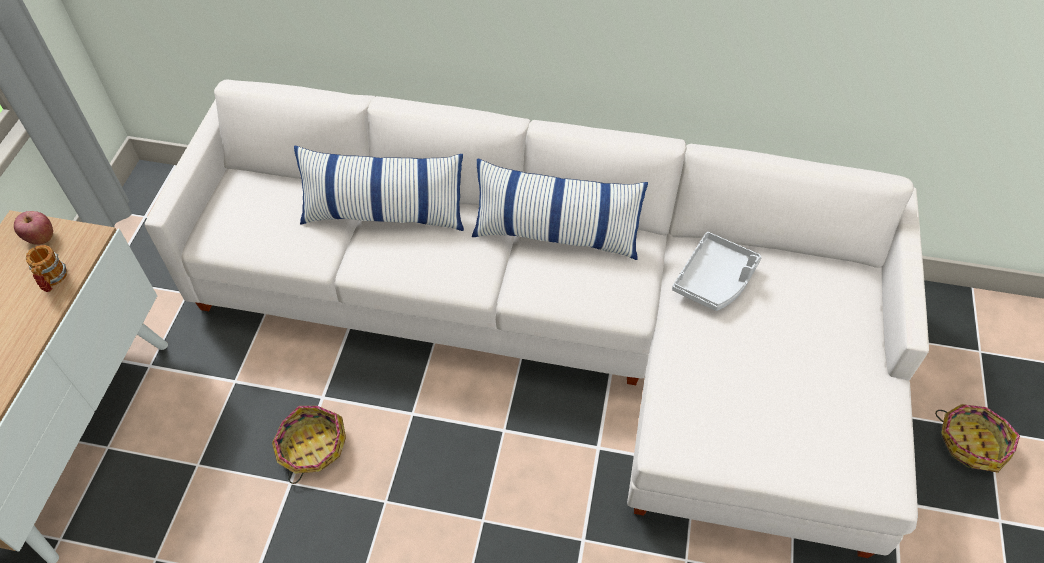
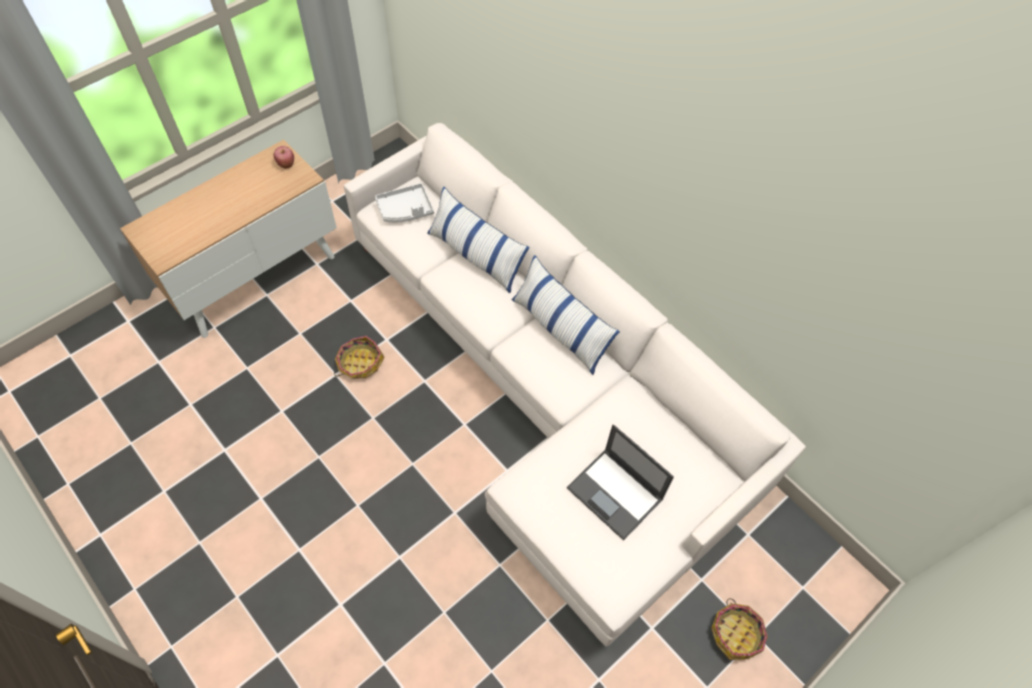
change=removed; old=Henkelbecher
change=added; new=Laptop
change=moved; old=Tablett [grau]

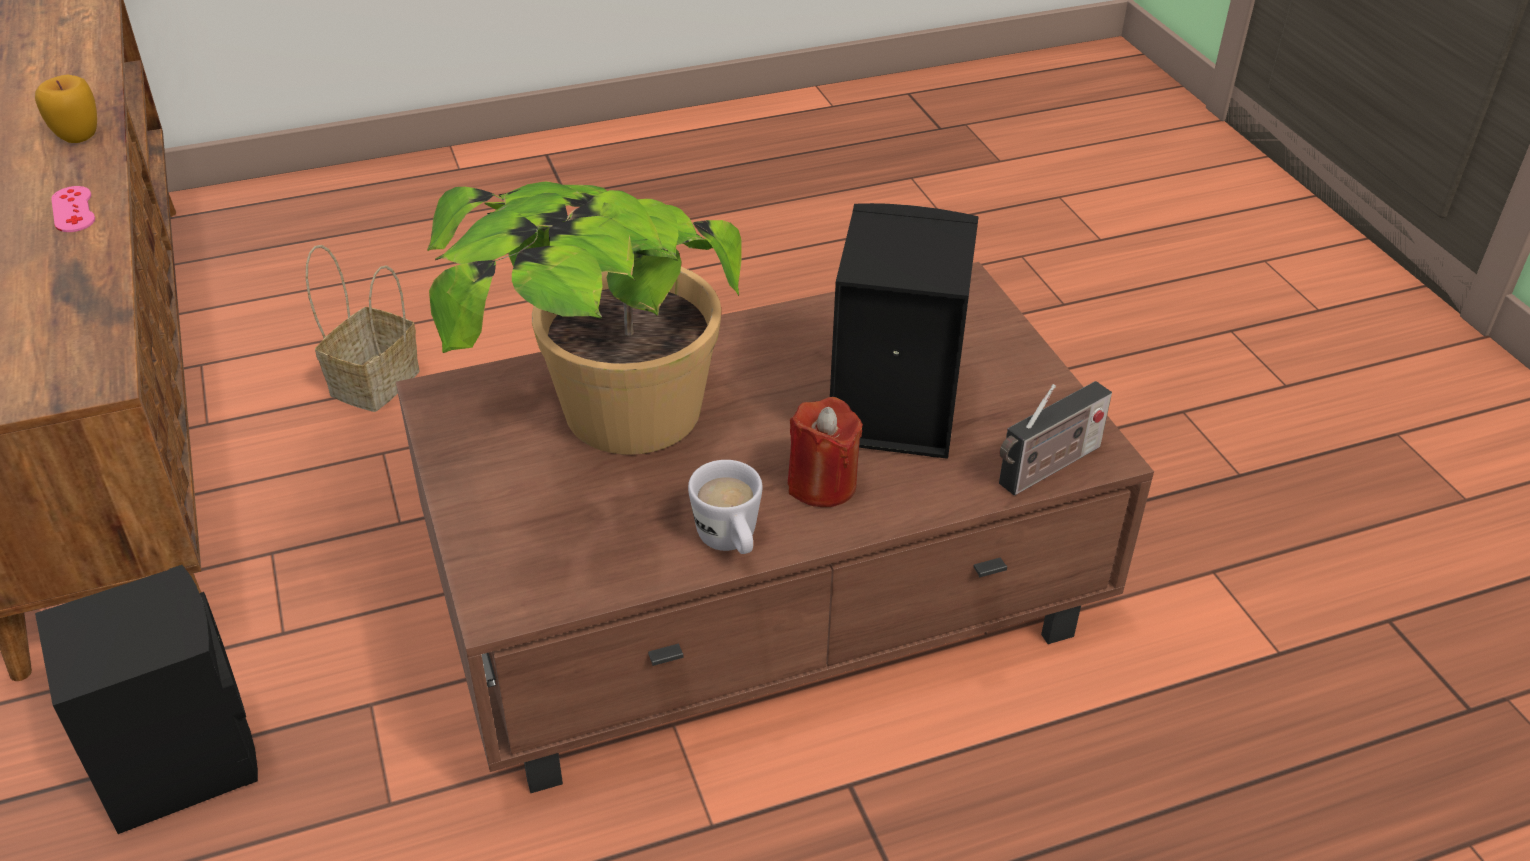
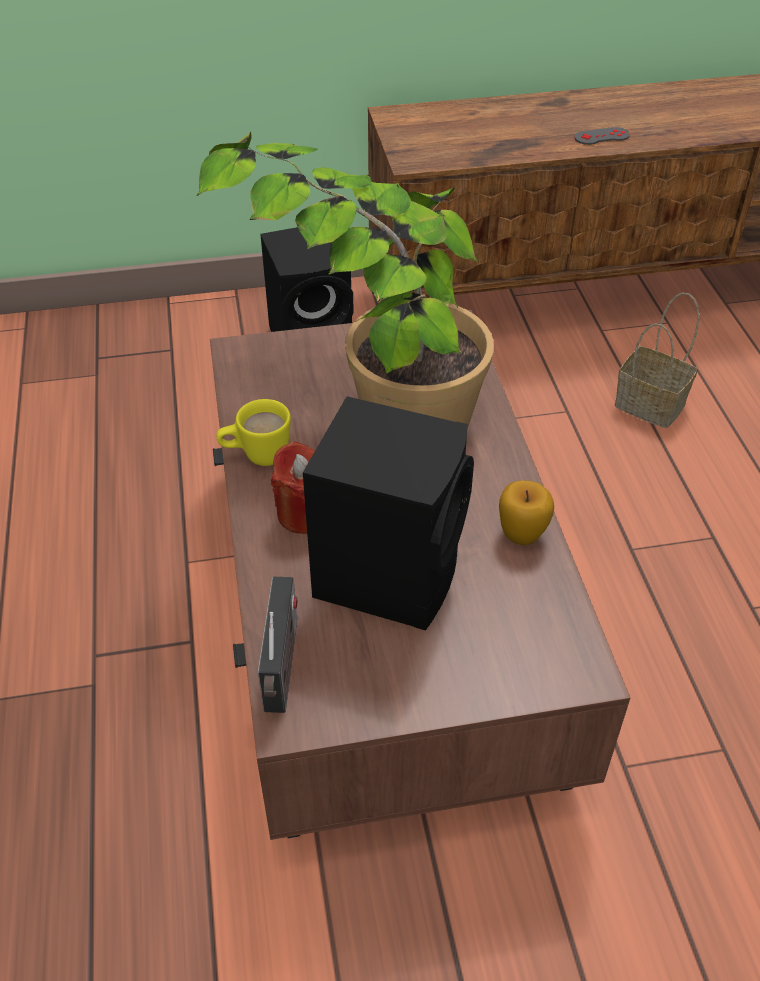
change=moved; old=Apfel
change=recoloured; old=Gamepad [rosa]; new=Gamepad [grau]
change=recoloured; old=Henkelbecher [weiß]; new=Henkelbecher [gelb]
change=turned; old=Radio; degrees=-150

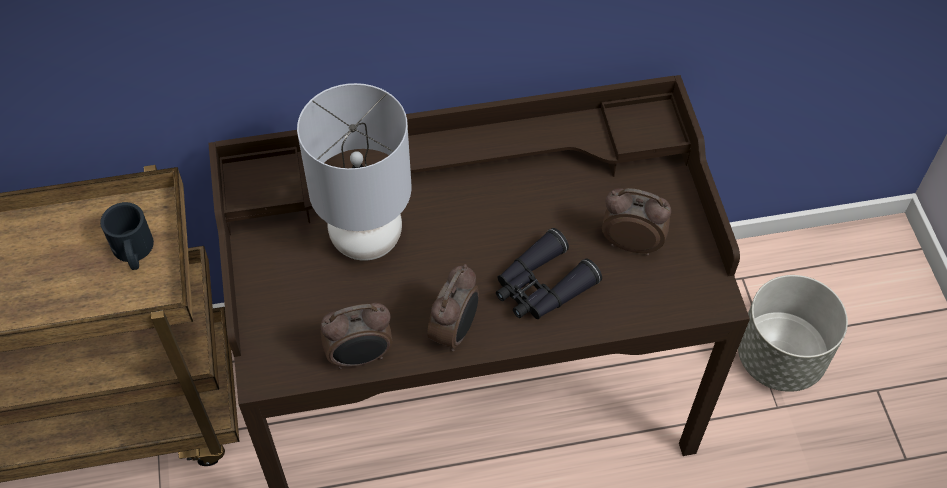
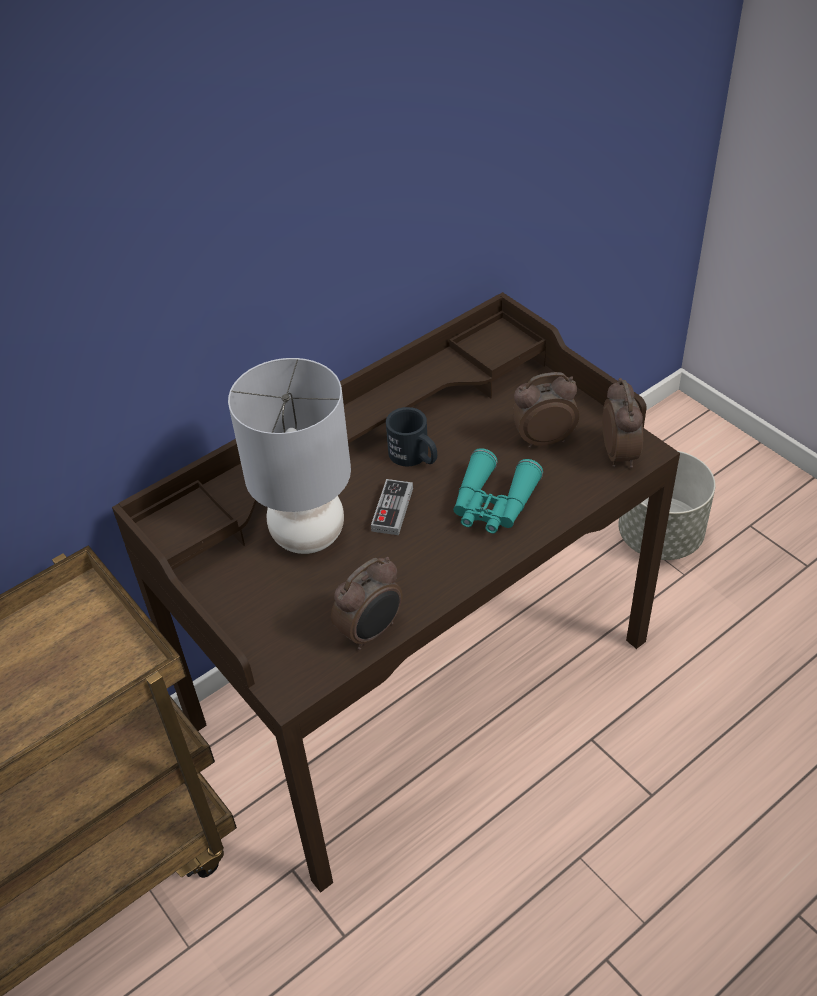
change=added; new=Gamepad
change=moved; old=Henkelbecher [schwarz]
change=moved; old=Wecker (2nd from left in the first image); new=Wecker (3rd from left)
change=recoloured; old=Fernglas [schwarz]; new=Fernglas [türkis]

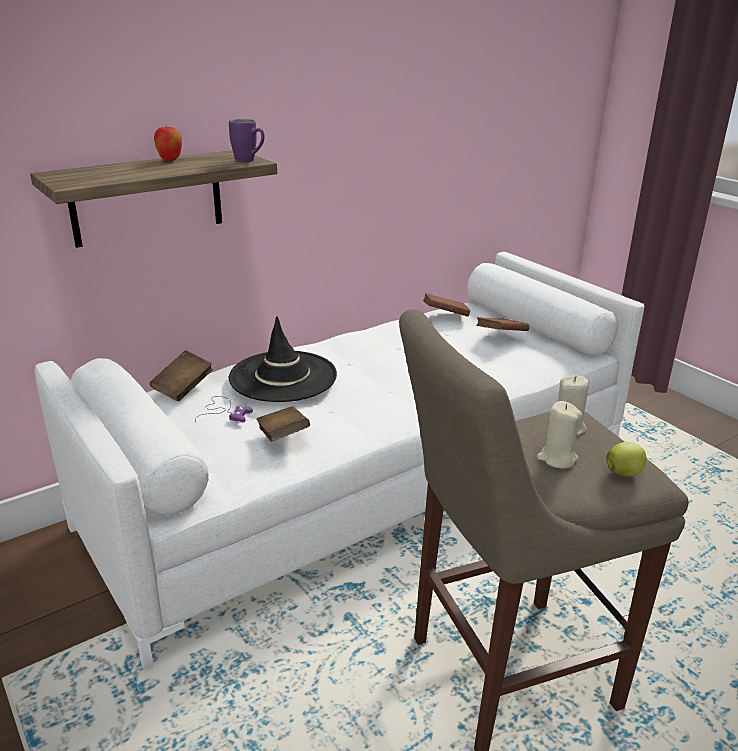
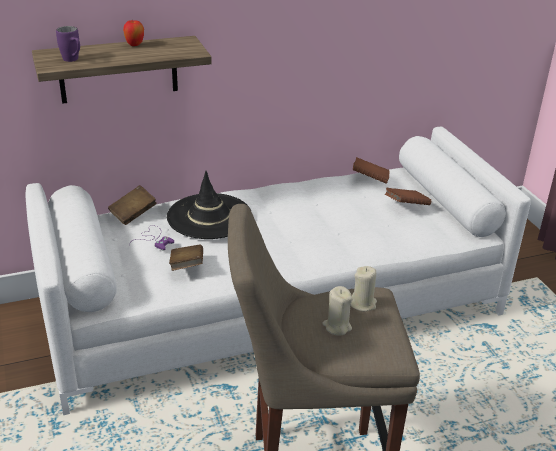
change=removed; old=Apfel (2nd from left)
change=moved; old=Henkelbecher [lila]

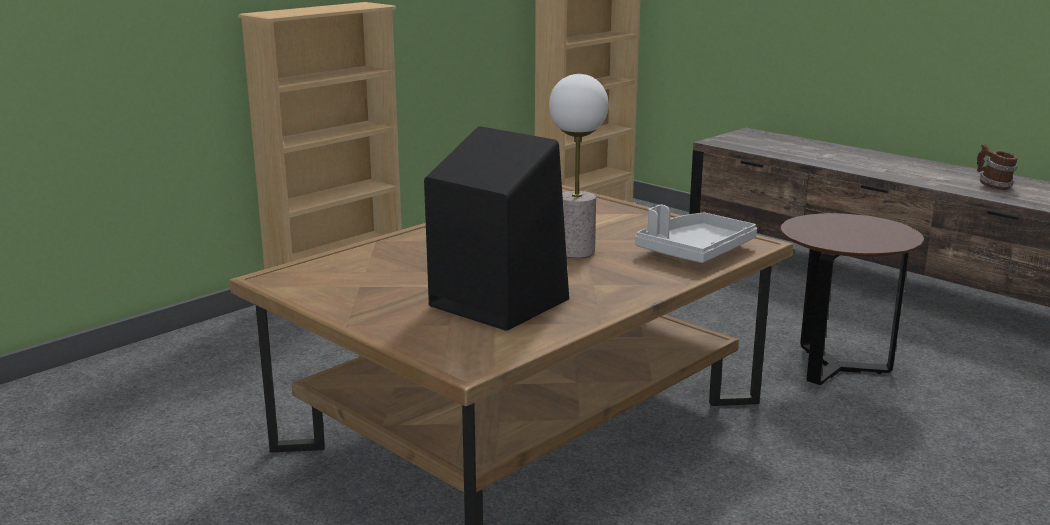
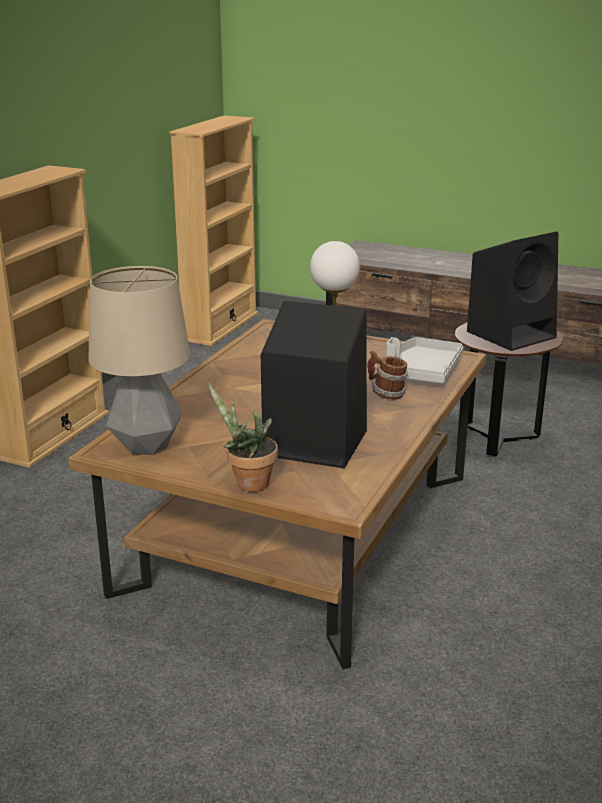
change=added; new=Tischlampe (1st from left)
change=added; new=Topfpflanze
change=added; new=Lautsprecher [schwarz] (2nd from left)
change=moved; old=Henkelbecher

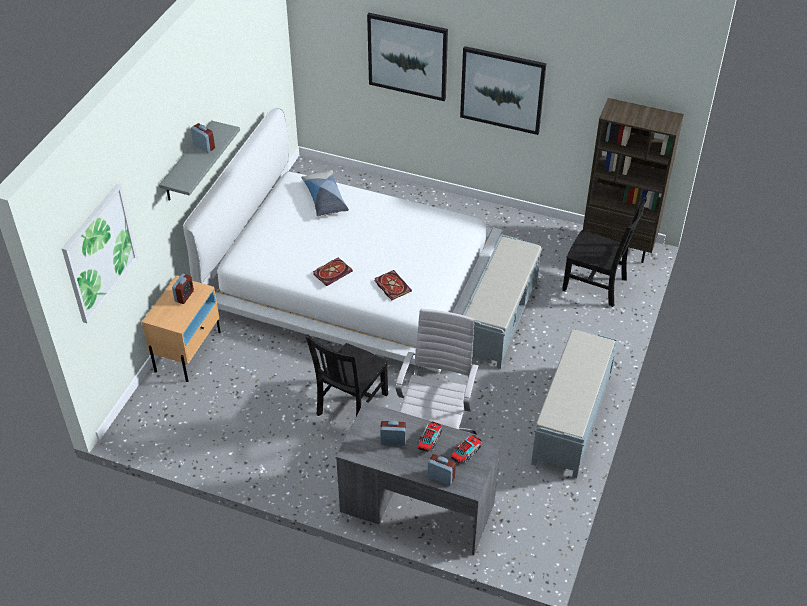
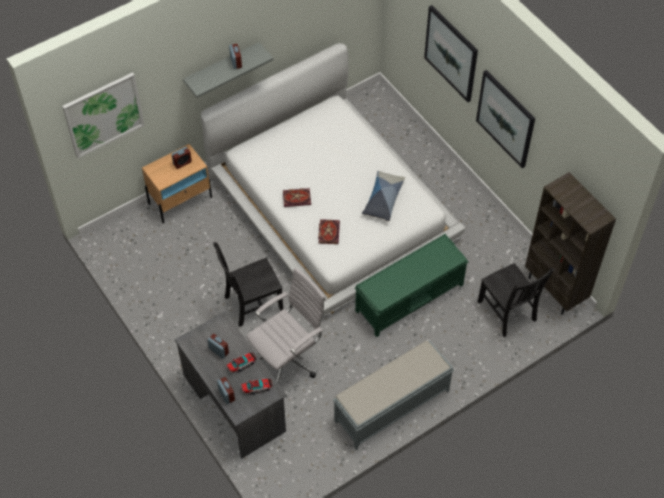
change=moved; old=Kissen
change=recoloured; old=Bank [grau] (1st from left); new=Bank [grün]

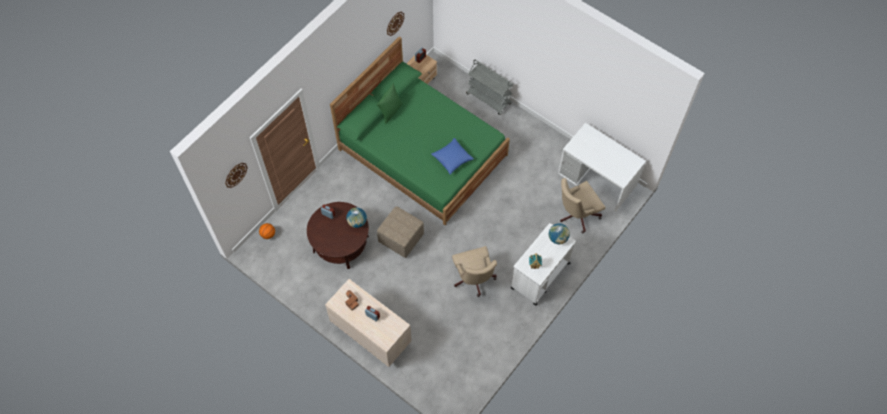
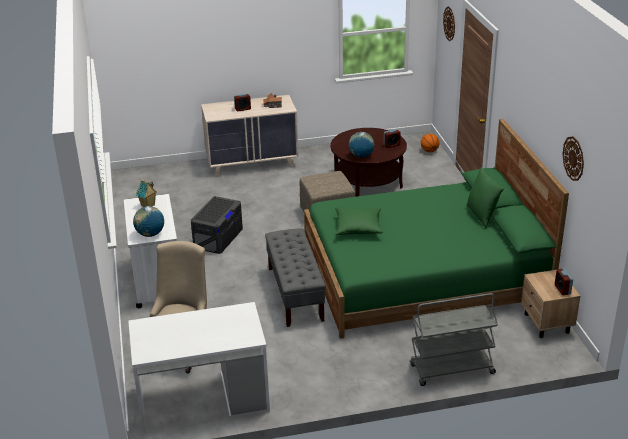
change=added; new=Bank [grau]
change=replaced; old=Bürostuhl [beige] (1st from left); new=Aufbewahrungsbox [grau]
change=recoloured; old=Kissen [blau]; new=Kissen [grün] (1st from left)

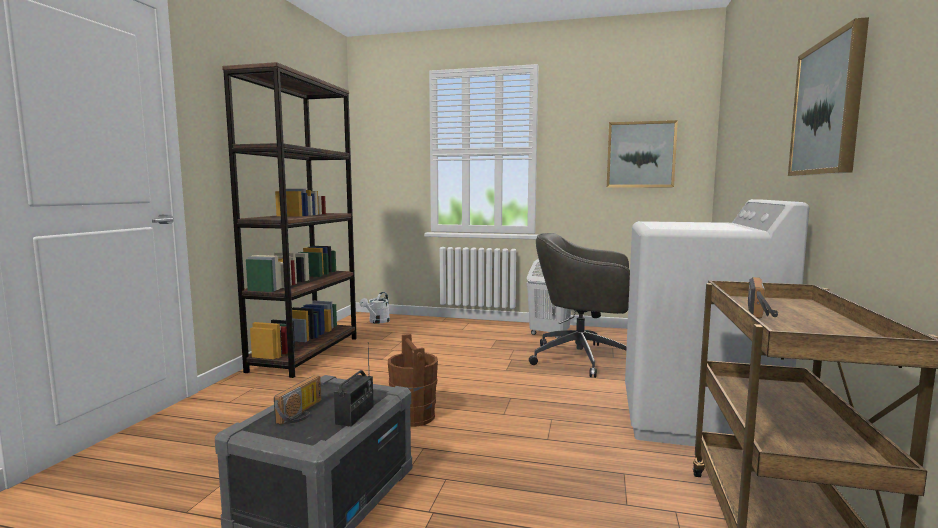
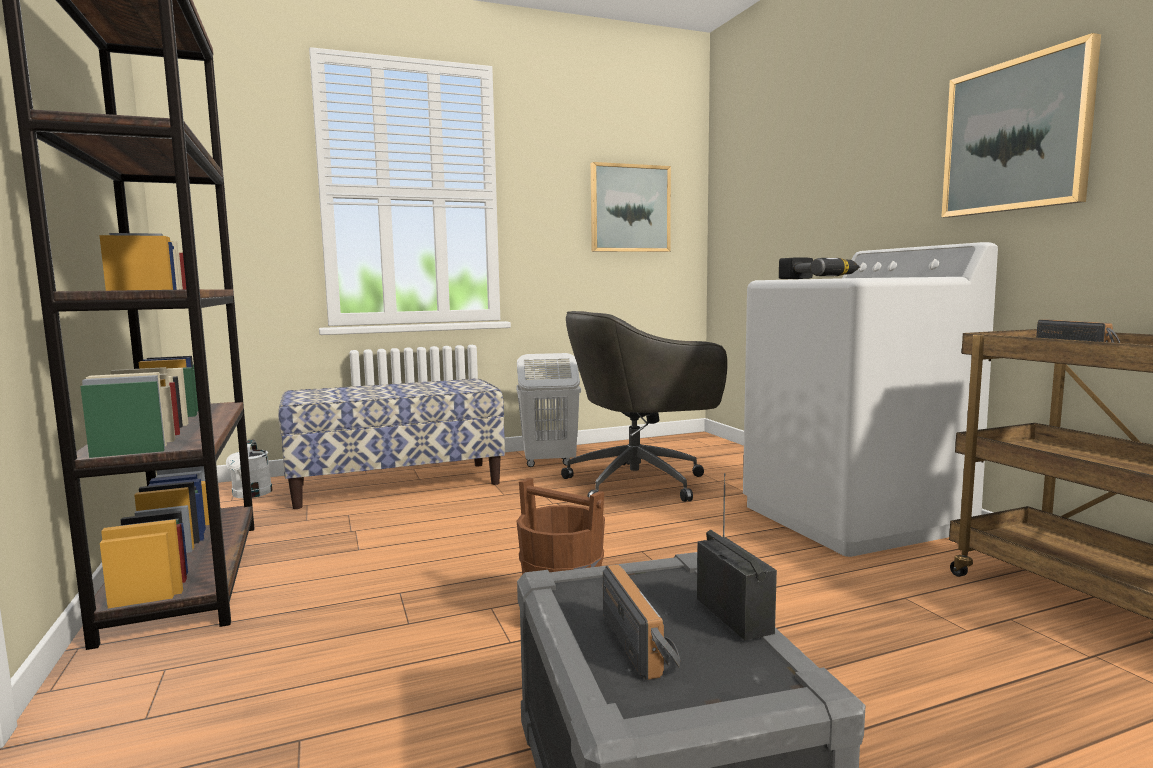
change=added; new=Bank
change=added; new=Bohrmaschine

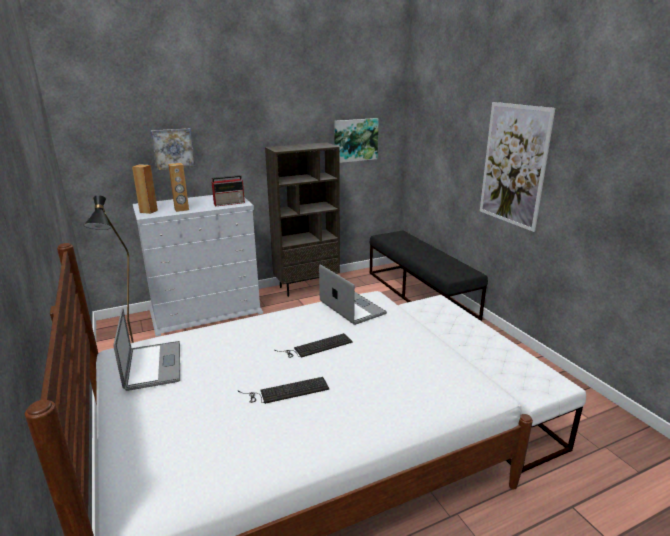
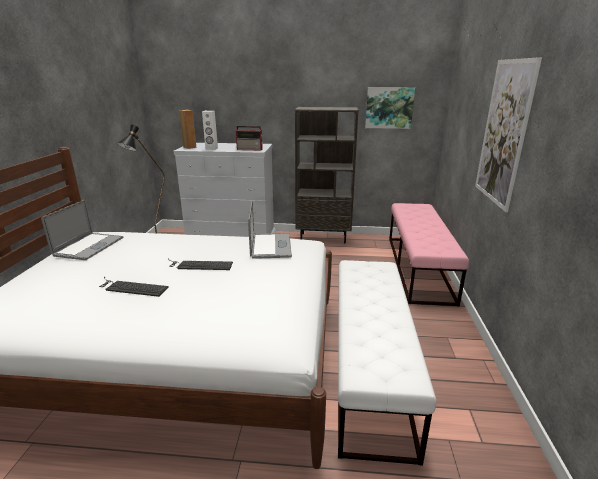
change=removed; old=Bild (1st from left)
change=recoloured; old=Lautsprecher [braun] (2nd from left); new=Lautsprecher [weiß]
change=recoloured; old=Bank [schwarz]; new=Bank [rosa]

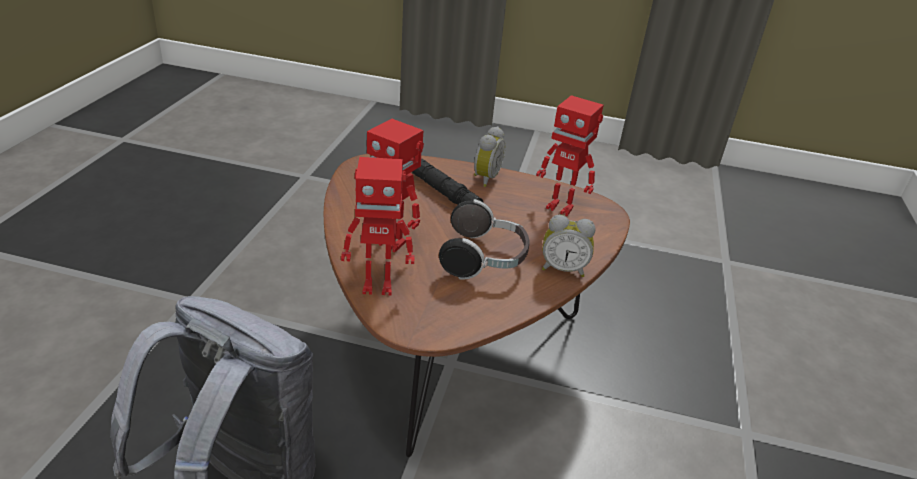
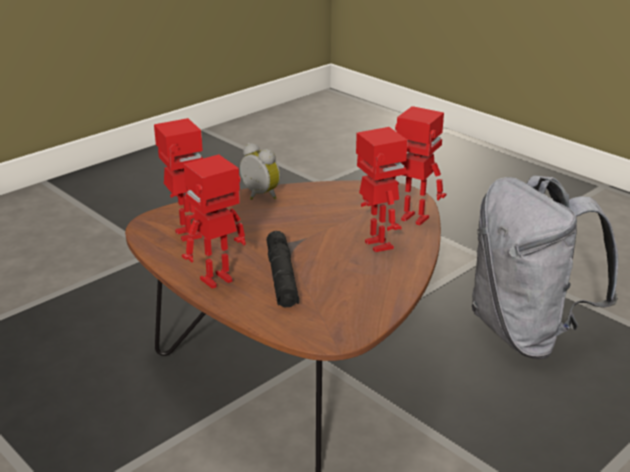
change=removed; old=Kopfhörer
change=replaced; old=Wecker (1st from left); new=Spielzeugroboter (2nd from left)

